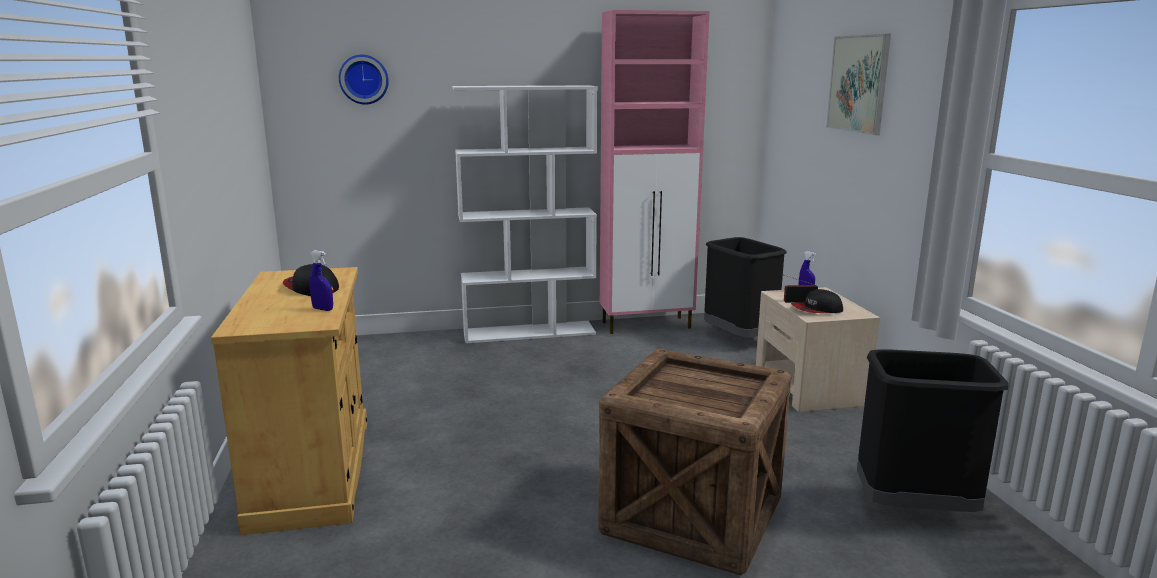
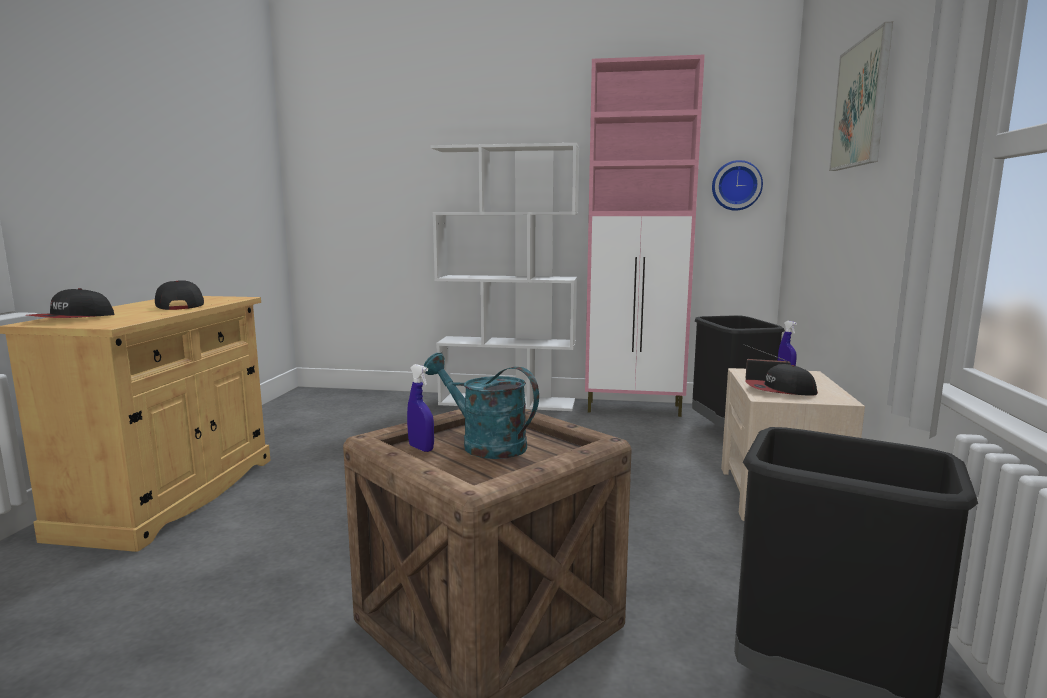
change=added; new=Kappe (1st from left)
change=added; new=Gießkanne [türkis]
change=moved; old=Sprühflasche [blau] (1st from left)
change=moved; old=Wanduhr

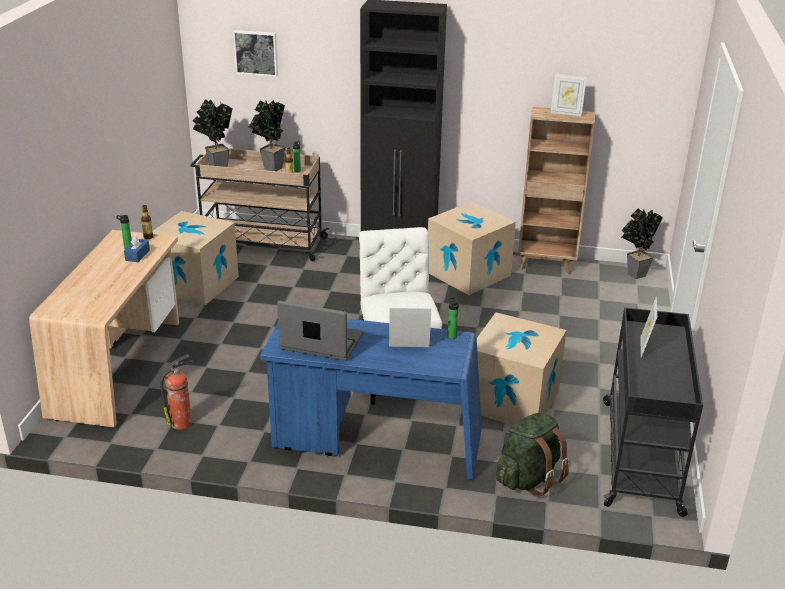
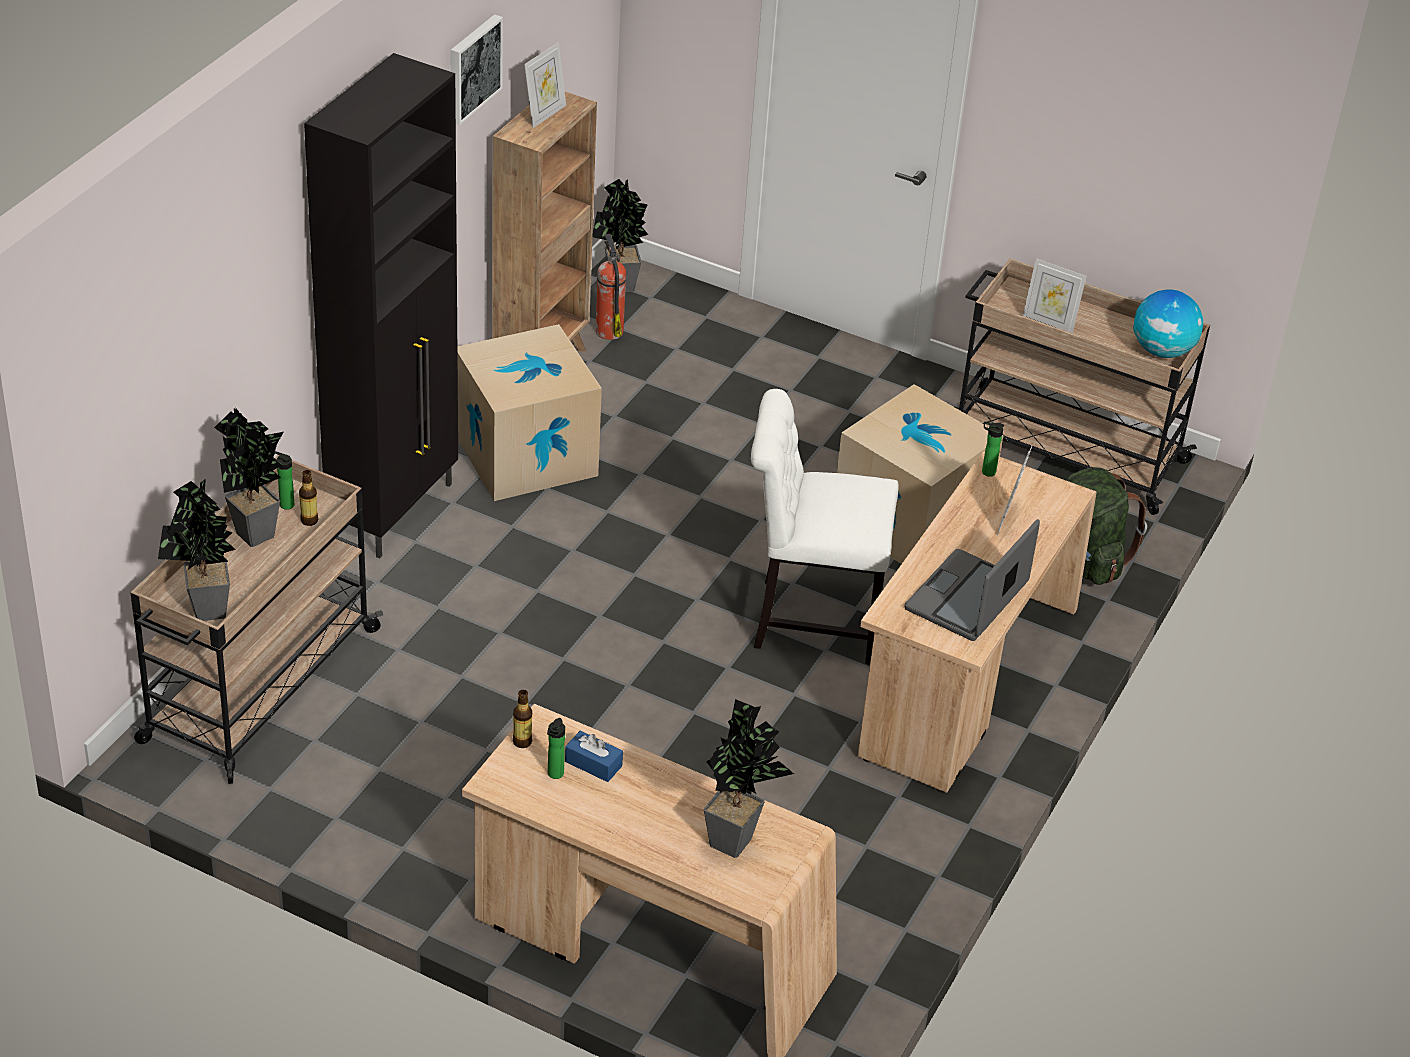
change=removed; old=Karton (1st from left)
change=added; new=Topfpflanze (4th from left)
change=added; new=Globus
change=moved; old=Feuerlöscher
change=moved; old=Bild
change=recoloured; old=Schreibtisch [blau]; new=Schreibtisch [beige] (2nd from left)
change=recoloured; old=Rollwagen [schwarz]; new=Rollwagen [beige] (2nd from left)

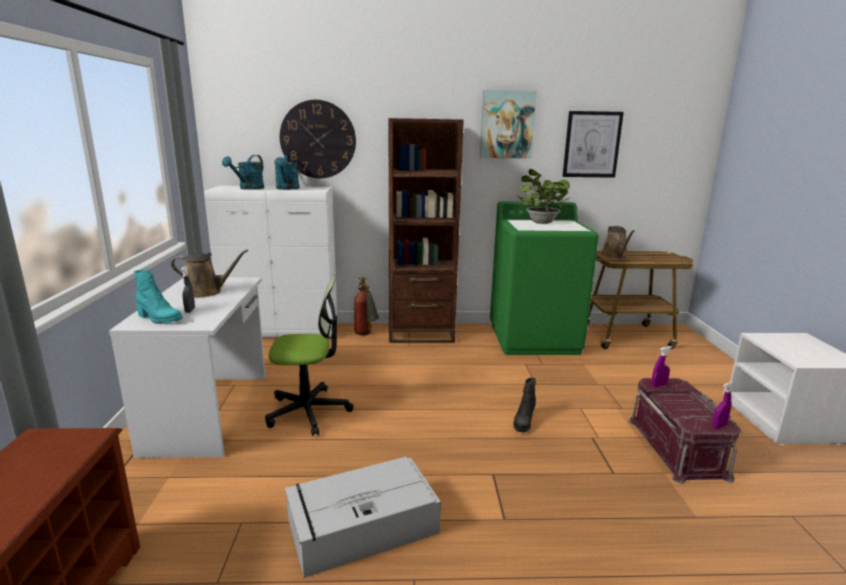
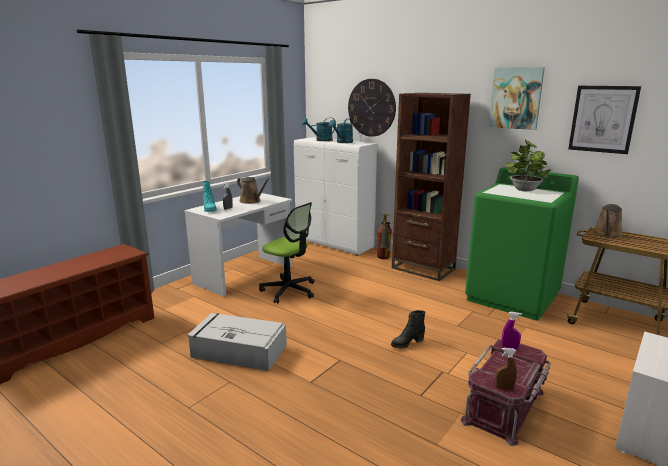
change=recoloured; old=Sprühflasche [lila] (2nd from left); new=Sprühflasche [braun]

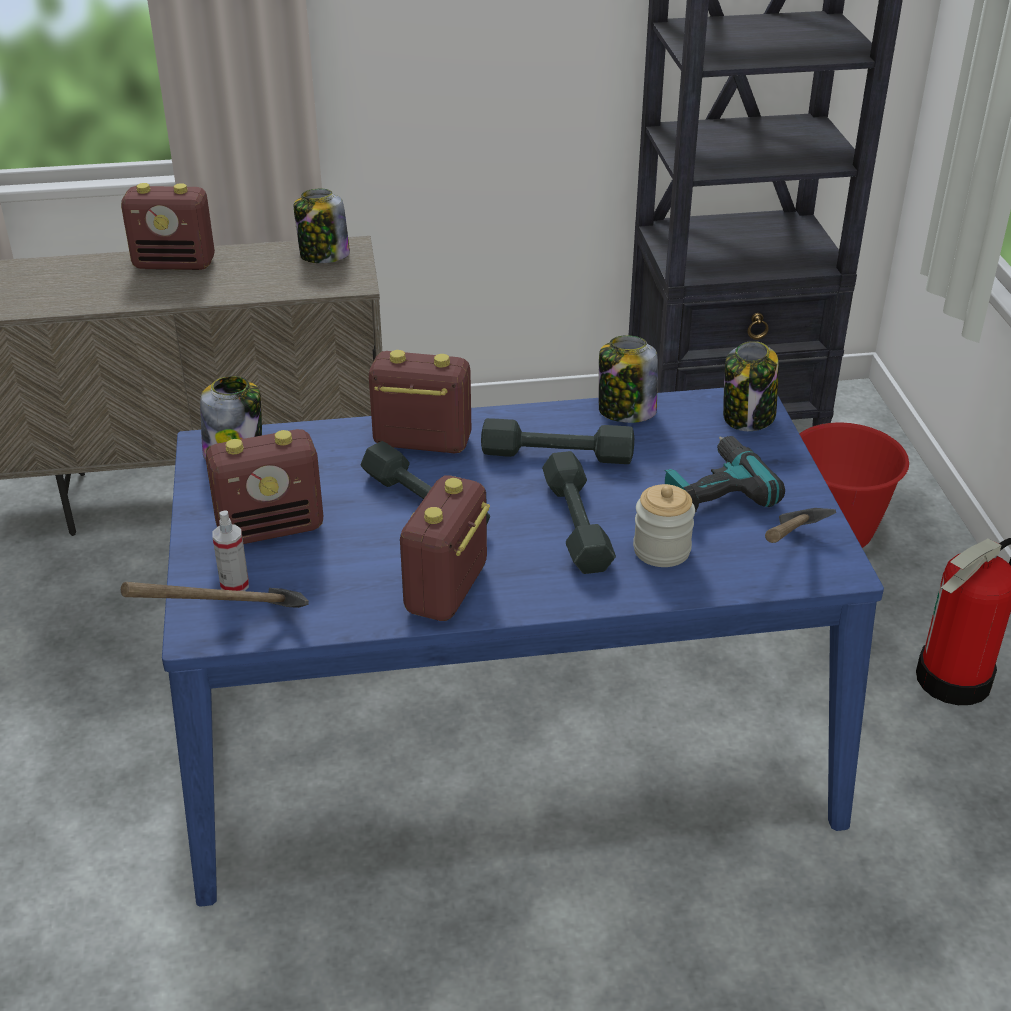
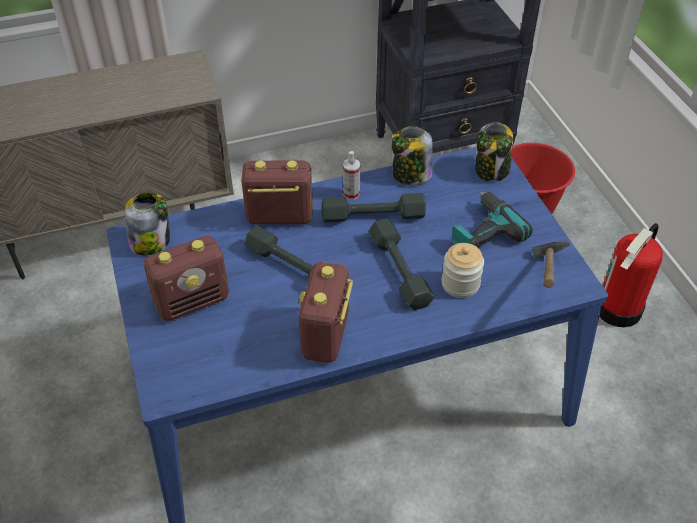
change=removed; old=Radio (1st from left)
change=removed; old=Hammer (1st from left)
change=removed; old=Vorratsglas (2nd from left)
change=moved; old=Sprühflasche

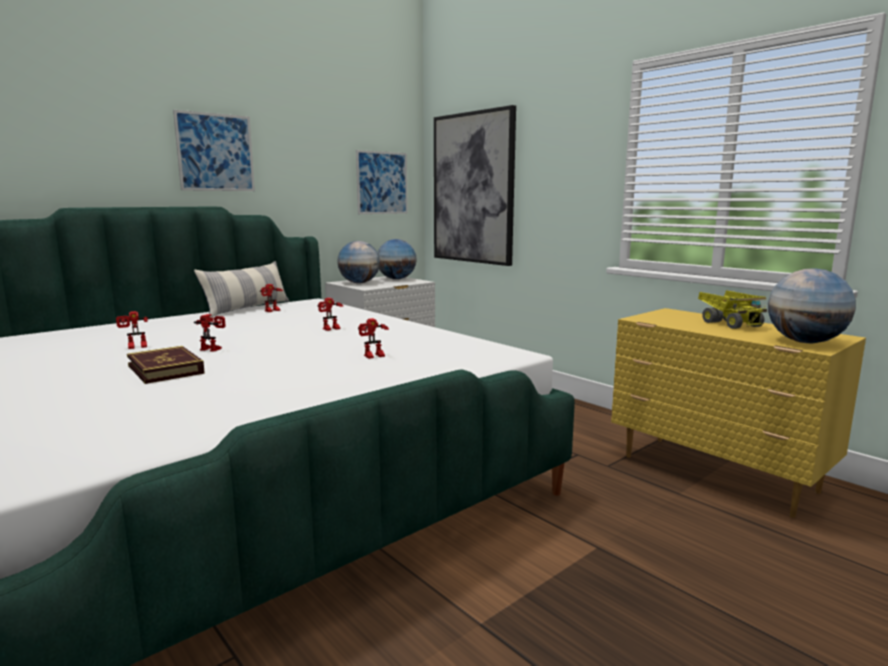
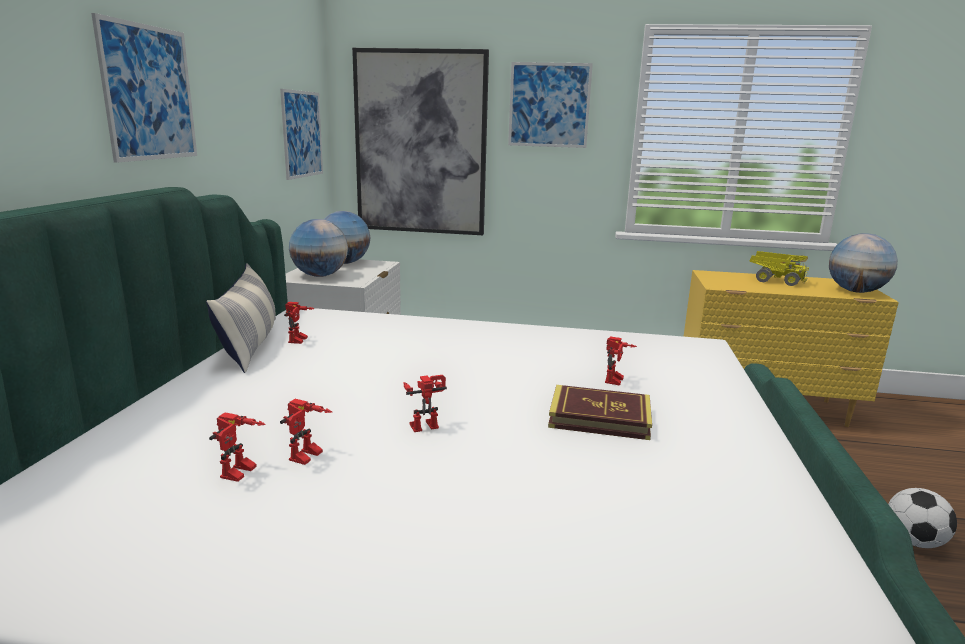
change=added; new=Bild (4th from left)
change=added; new=Fußball
change=moved; old=Buch
change=moved; old=Spielzeugroboter (4th from left in the first image); new=Spielzeugroboter (1st from left)

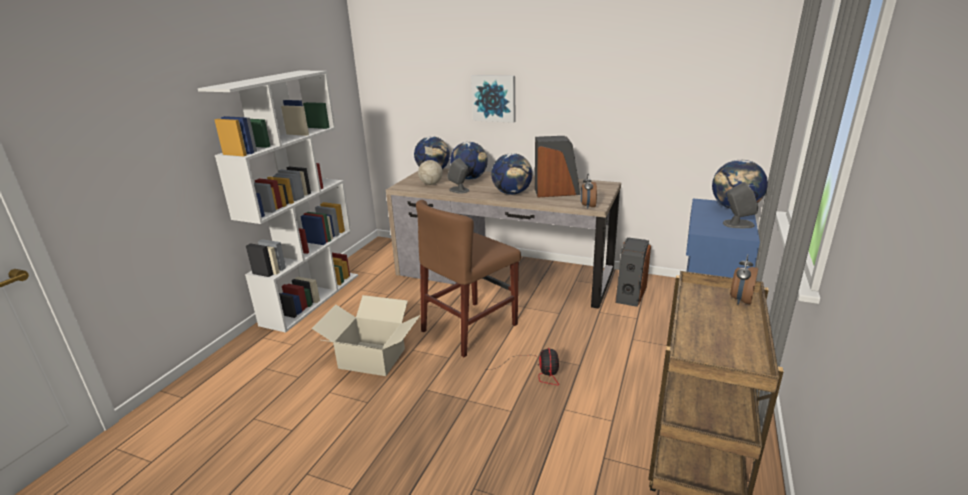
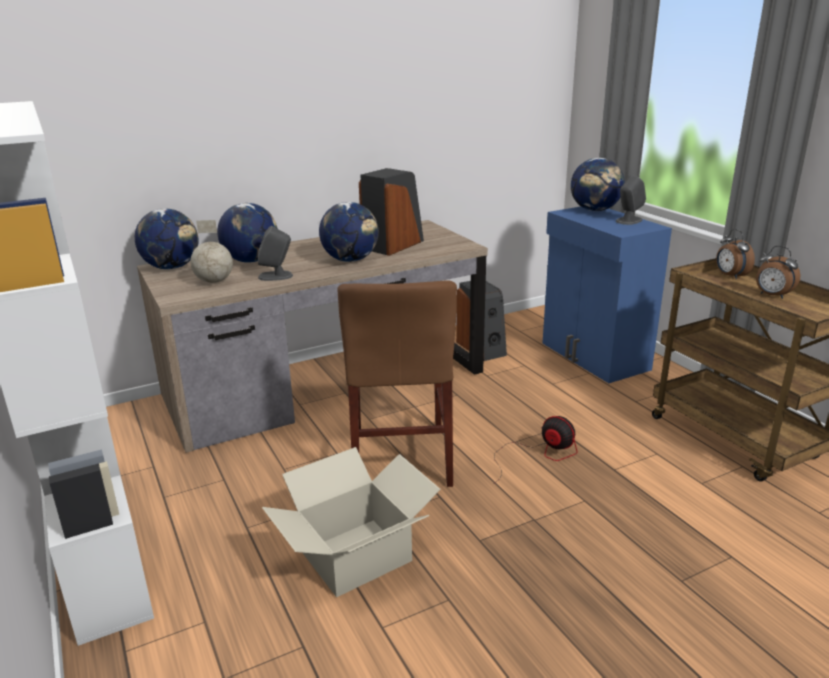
change=removed; old=Bild
change=moved; old=Wecker (1st from left in the first image); new=Wecker (2nd from left)

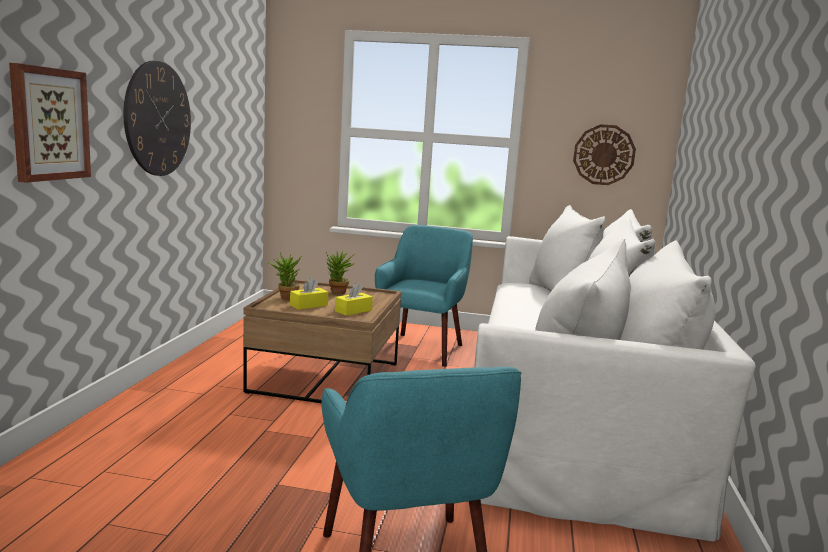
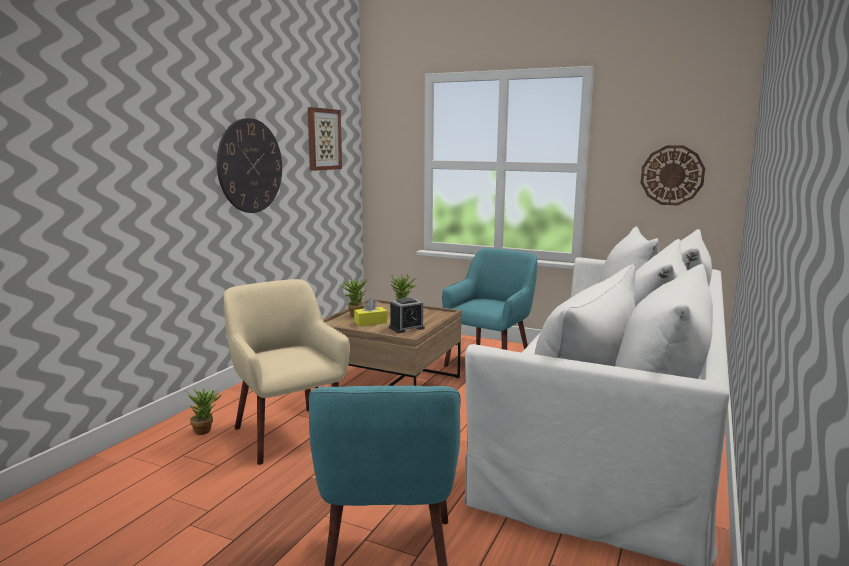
change=added; new=Topfpflanze (1st from left)
change=added; new=Sessel [beige]
change=moved; old=Bild
change=replaced; old=Taschentuchbox [gelb] (2nd from left); new=Wecker

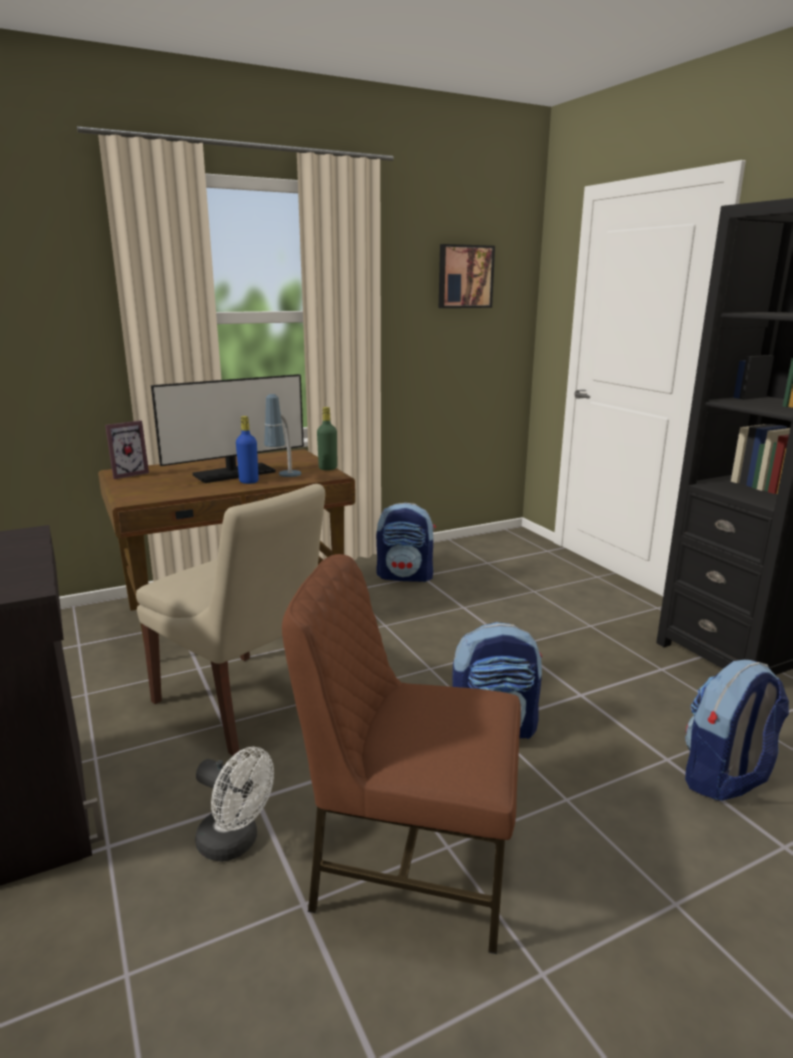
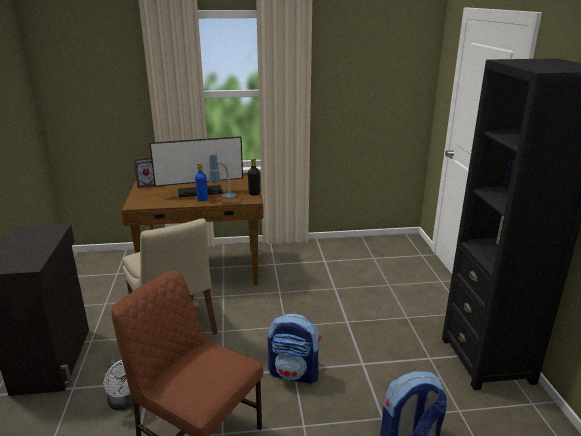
change=removed; old=Rucksack (1st from left)
change=removed; old=Bild
change=recoloured; old=Flasche [grün]; new=Flasche [schwarz]

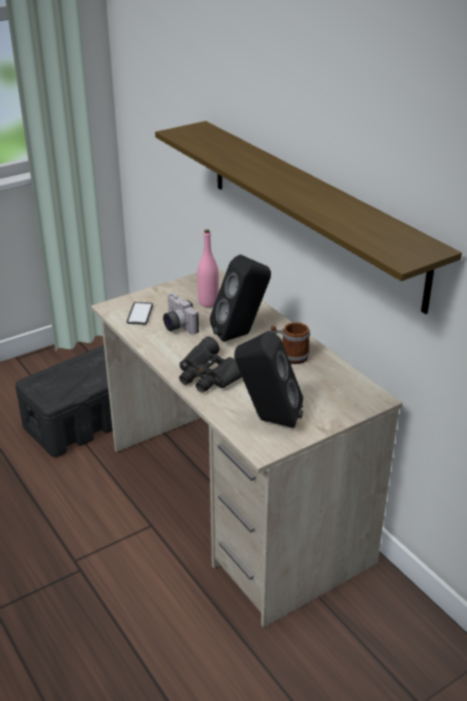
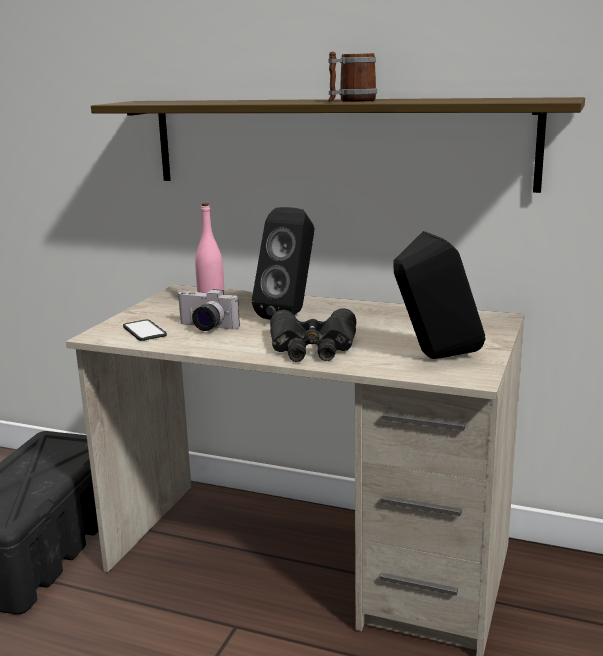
change=moved; old=Henkelbecher

